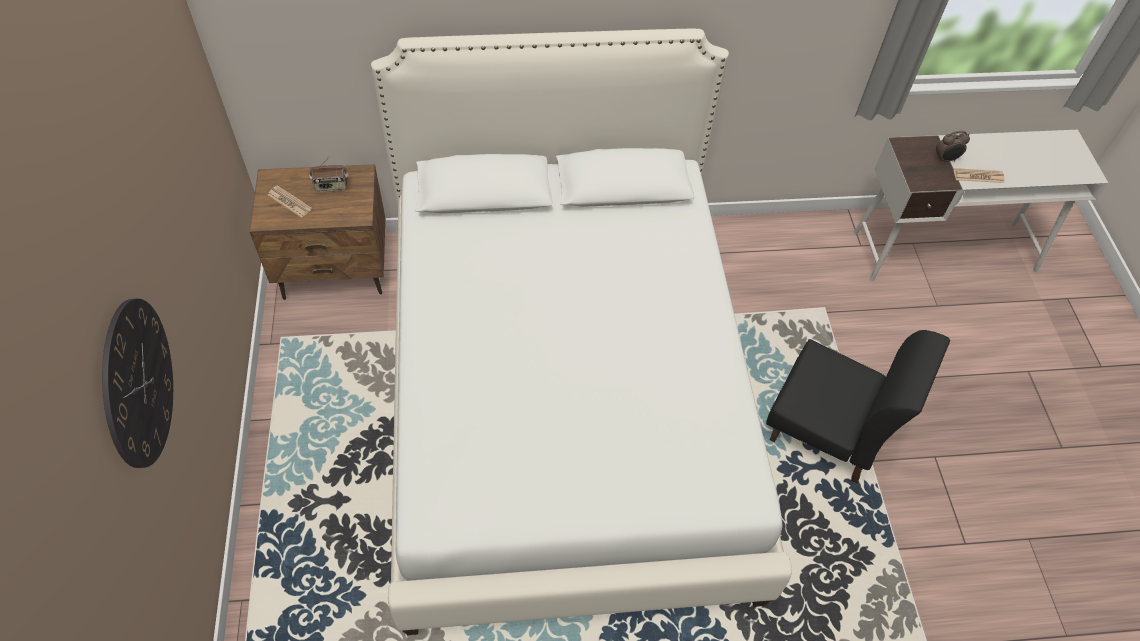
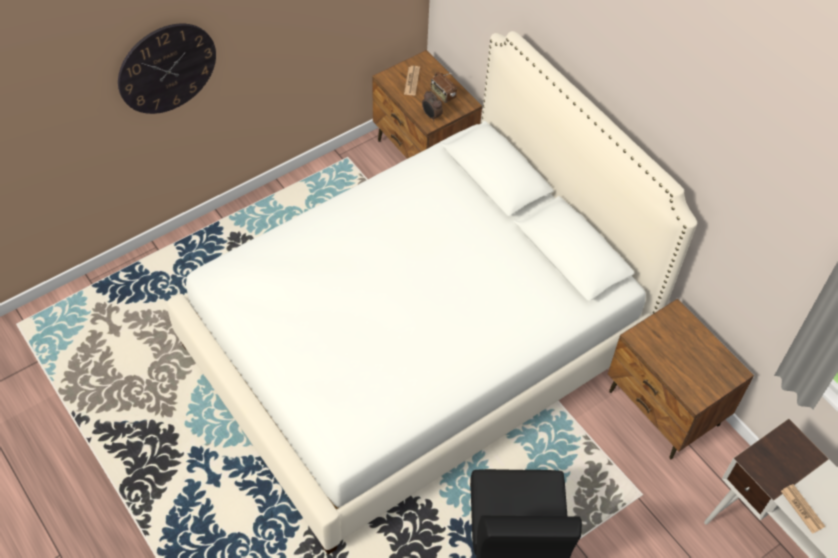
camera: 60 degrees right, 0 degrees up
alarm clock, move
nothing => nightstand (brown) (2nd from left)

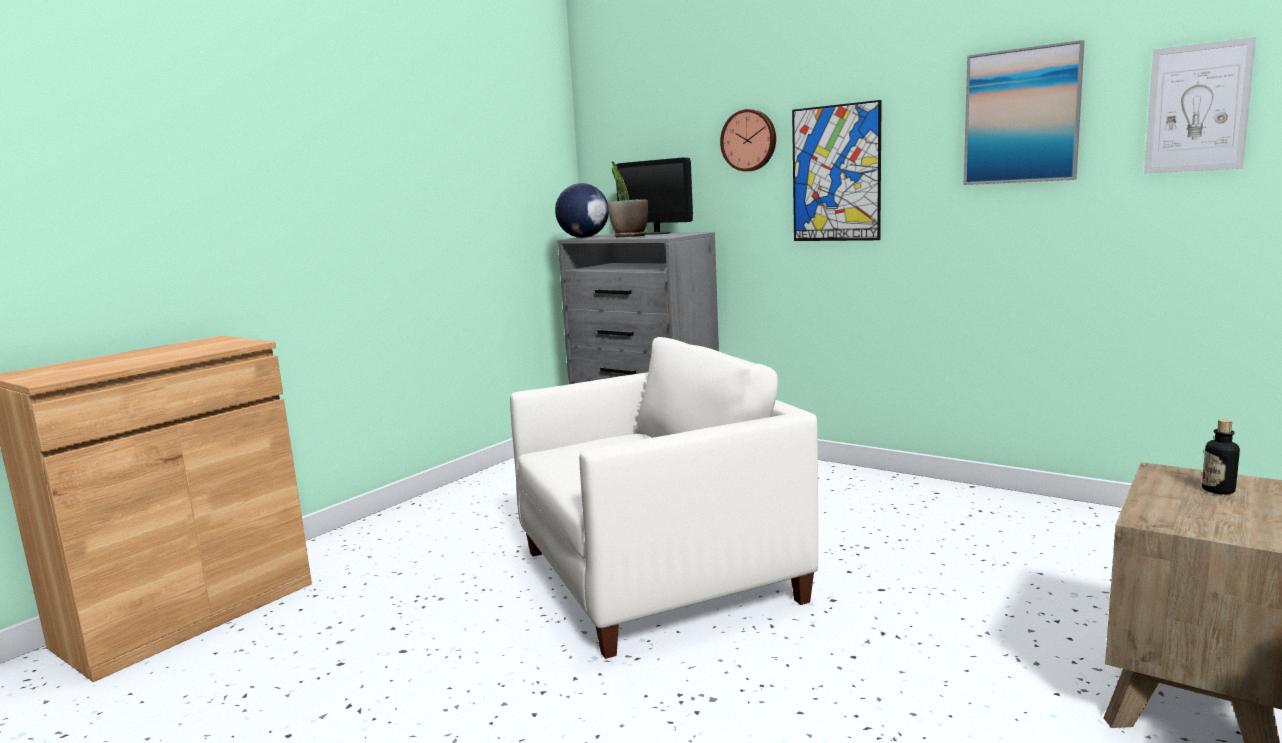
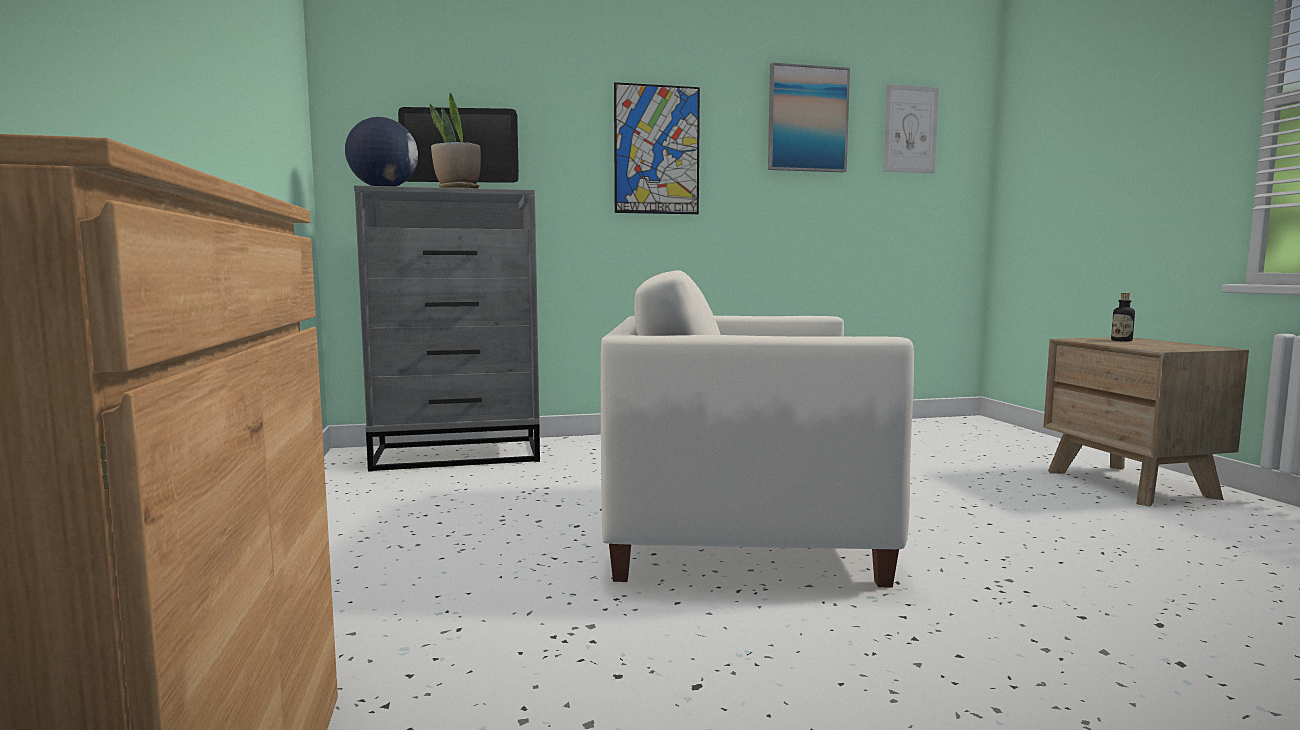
camera: 50 degrees left, 5 degrees down
wall clock => nothing
armchair (white), 105 degrees counterclockwise

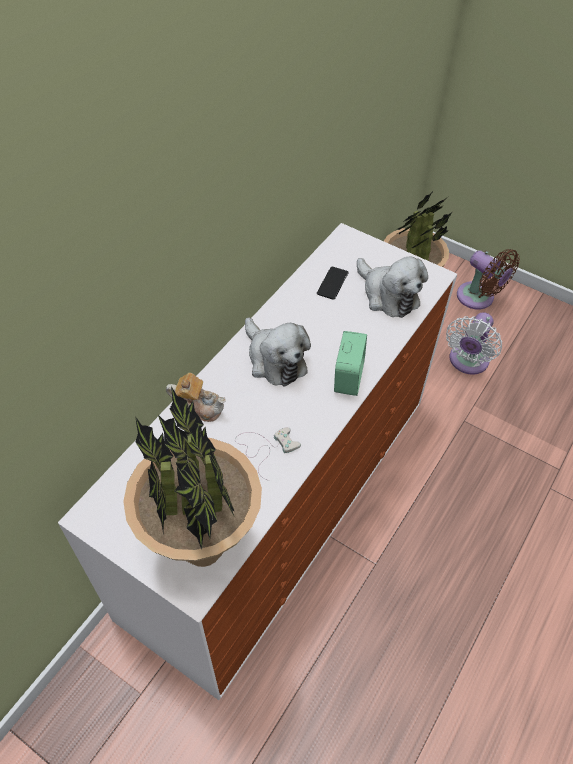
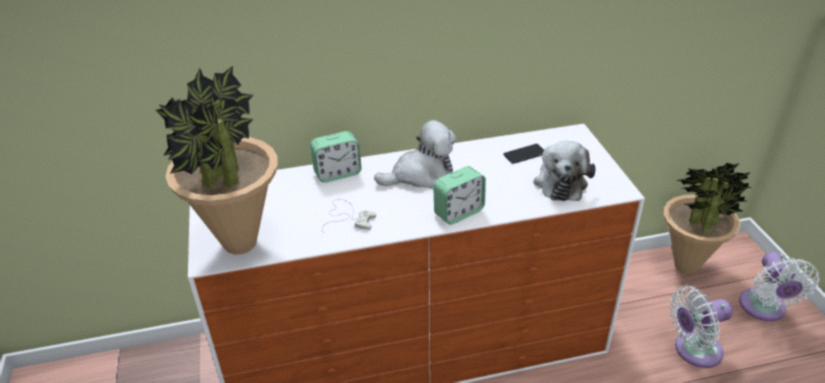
camera: 45 degrees right, 15 degrees down
fan (brown) => fan (white) (2nd from left)
plush toy (1st from left), 120 degrees counterclockwise
teapot => alarm clock (1st from left)

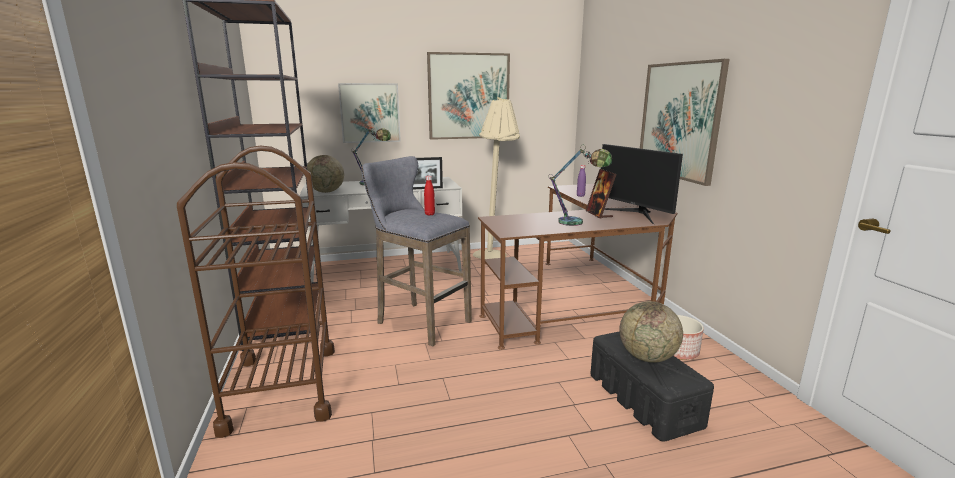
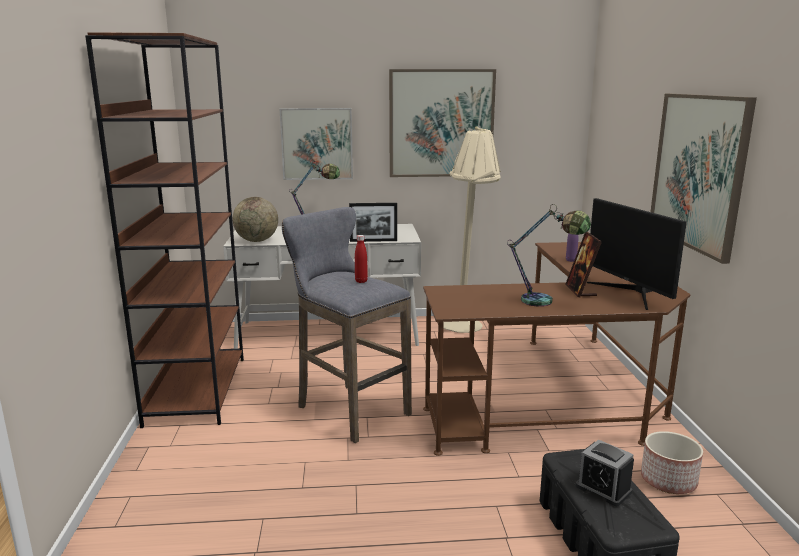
camera: 10 degrees right, 0 degrees up
cart (brown) => nothing
globe (2nd from left) => alarm clock

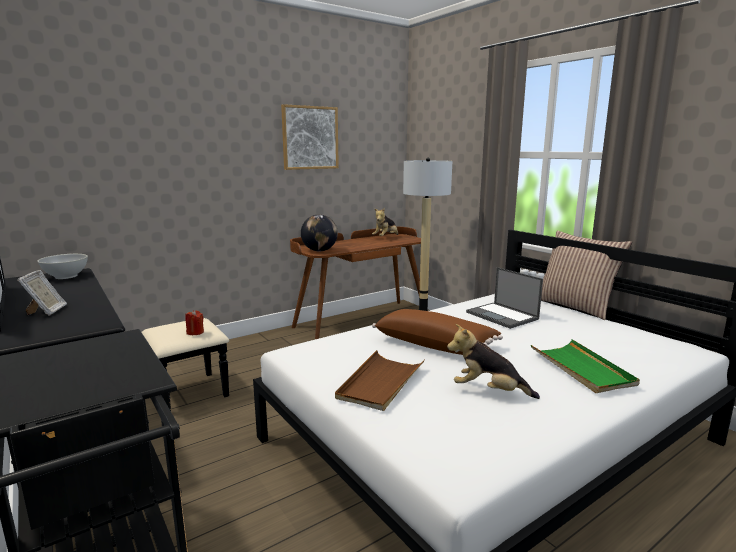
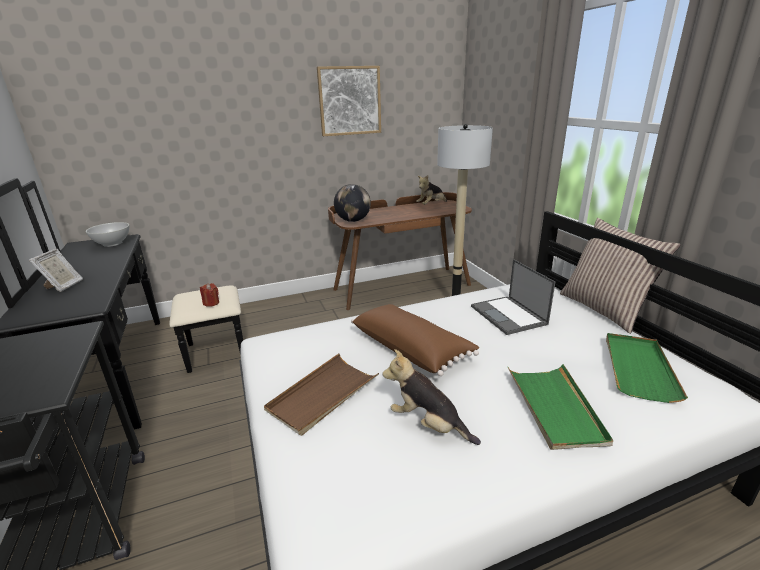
camera: 15 degrees right, 10 degrees up
nothing => tray (green) (2nd from left)

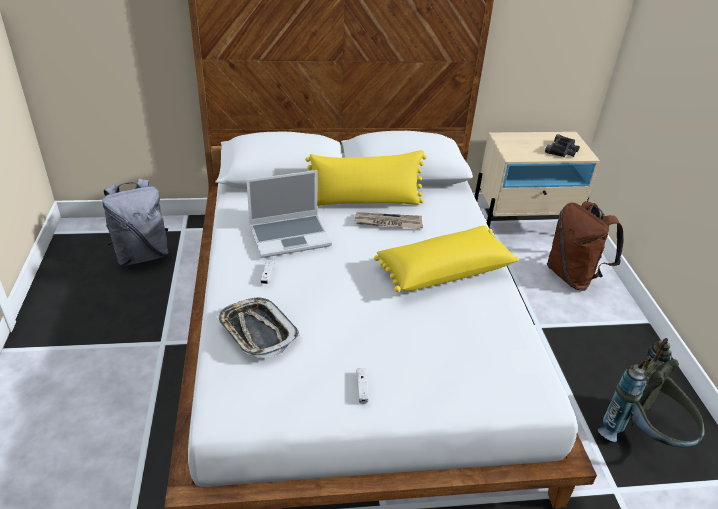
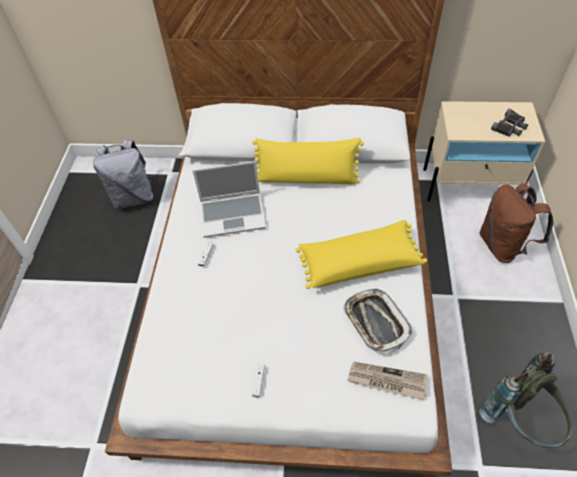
camera: 15 degrees right, 15 degrees up
newspaper, move
tray, move

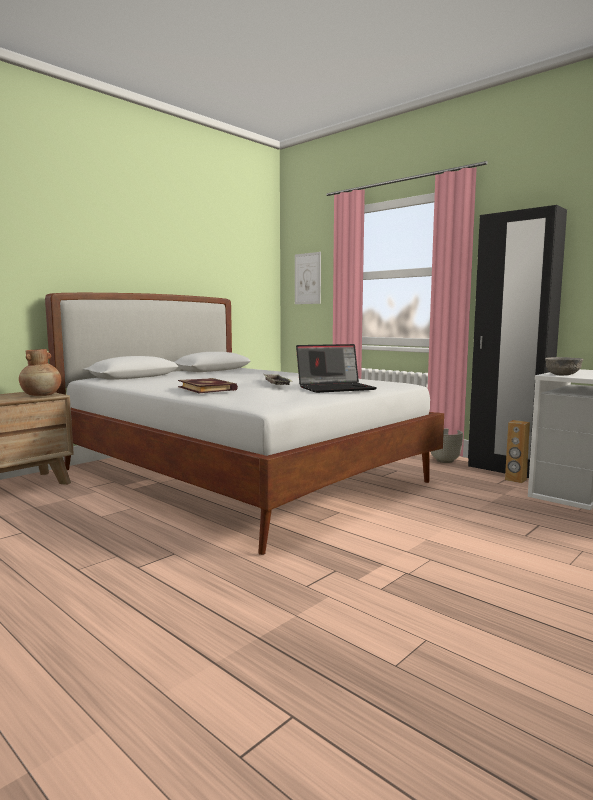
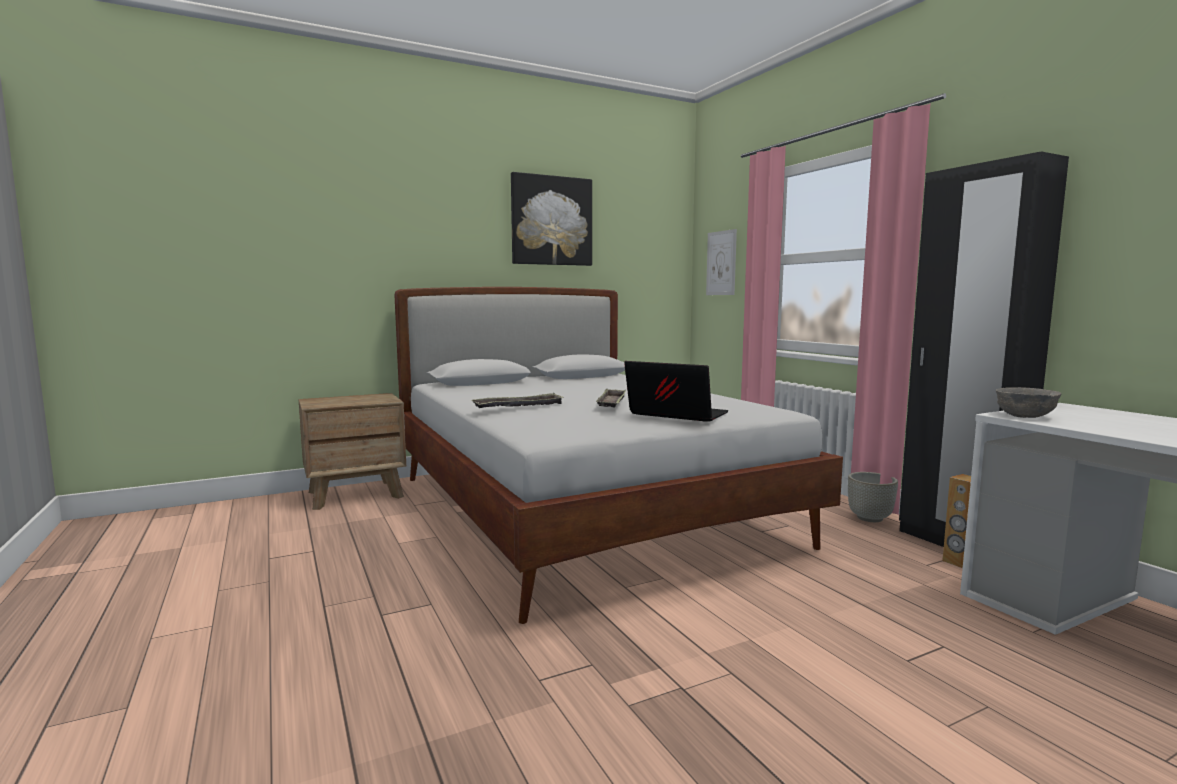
camera: 20 degrees right, 0 degrees up
laptop, 150 degrees counterclockwise
vase (brown) => nothing
book => tray (1st from left)
nothing => picture (1st from left)

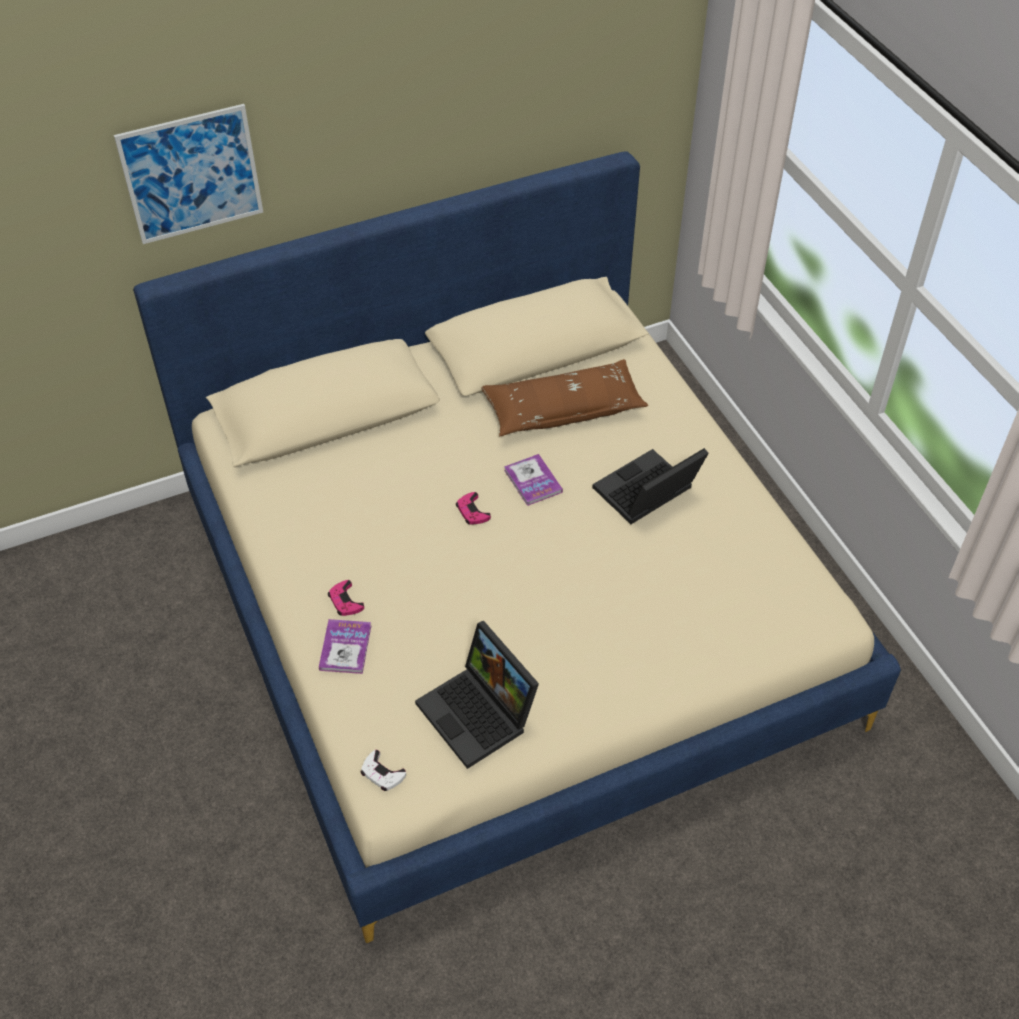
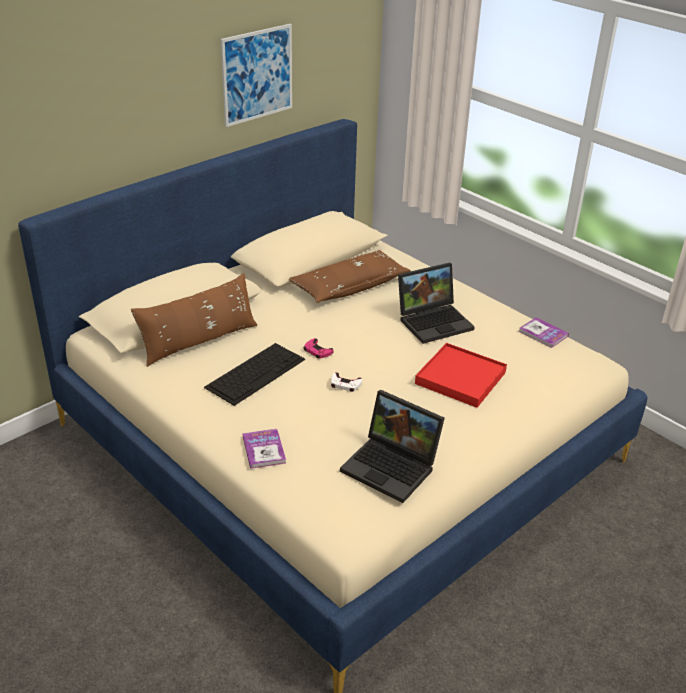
camera: 20 degrees left, 15 degrees down
picture, move
laptop (2nd from left), 150 degrees counterclockwise
book (2nd from left), move
game controller (pink) (1st from left) => nothing
game controller (white), move
nothing => pillow (brown) (1st from left)
nothing => keyboard
nothing => tray (red)

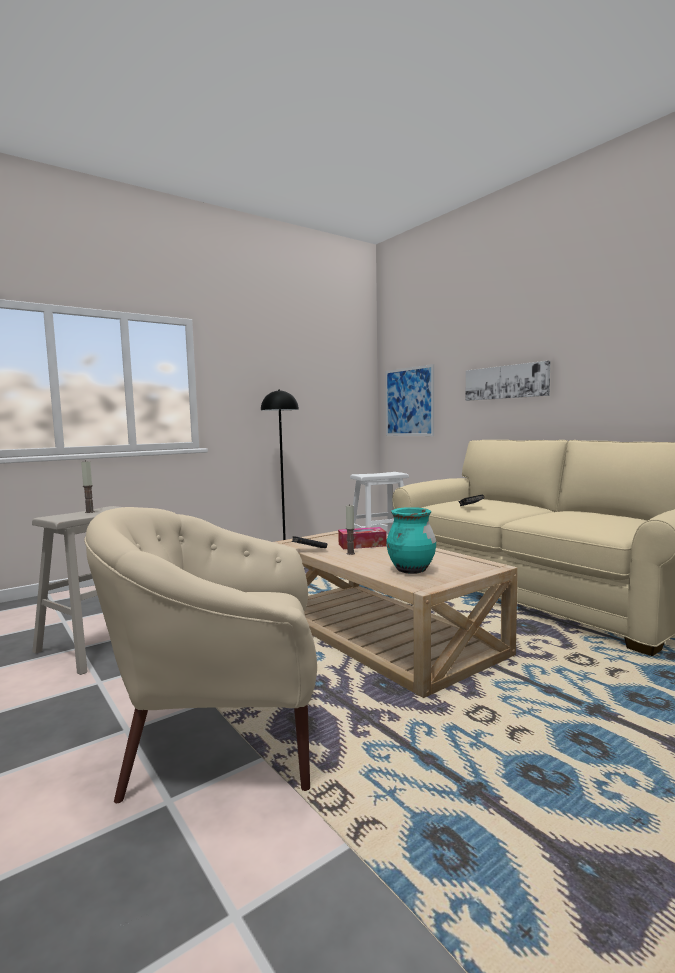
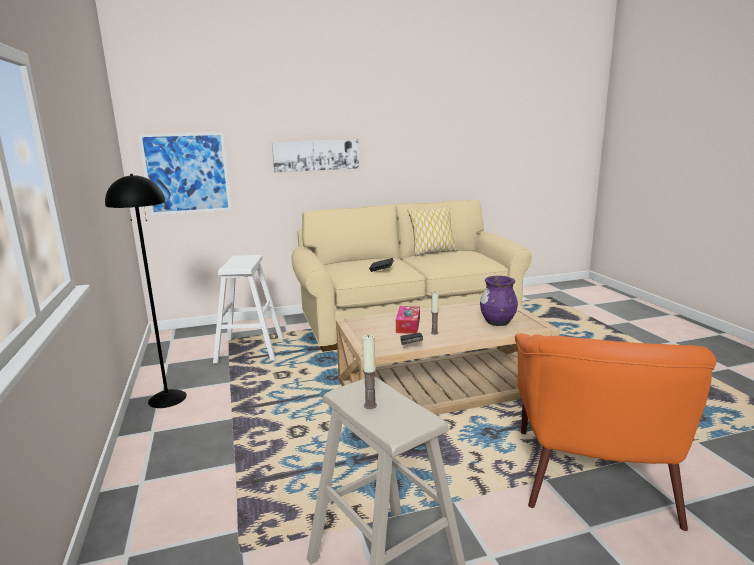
camera: 70 degrees left, 10 degrees up
armchair (beige) => armchair (orange)
vase (turquoise) => vase (purple)
nothing => pillow

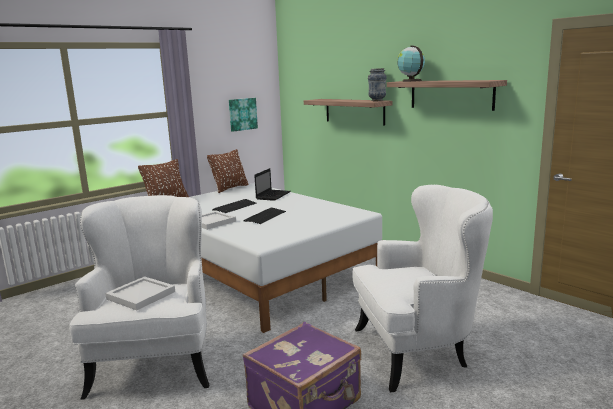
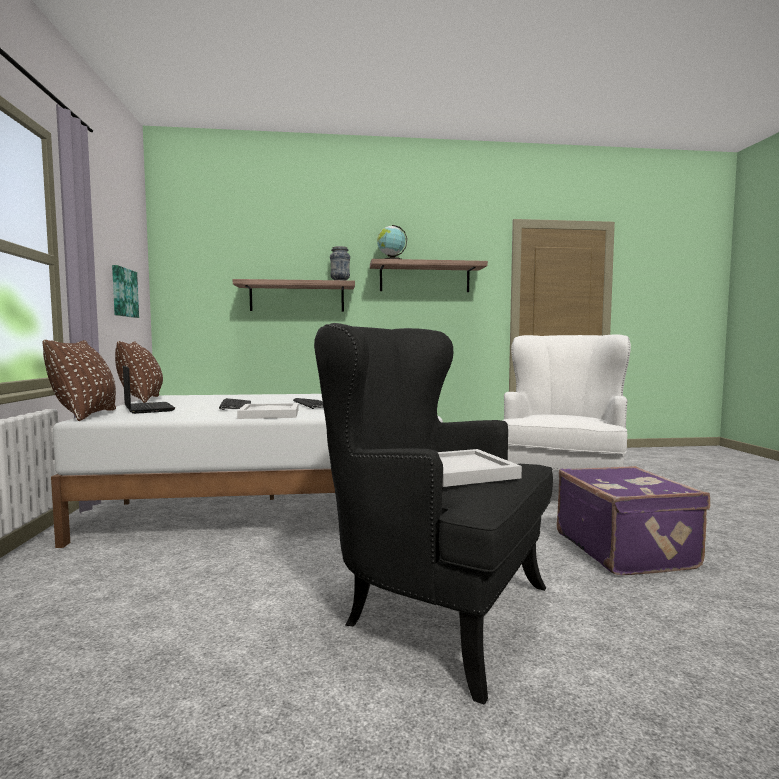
camera: 55 degrees left, 10 degrees down
laptop, move
armchair (white) (1st from left) => armchair (black)

